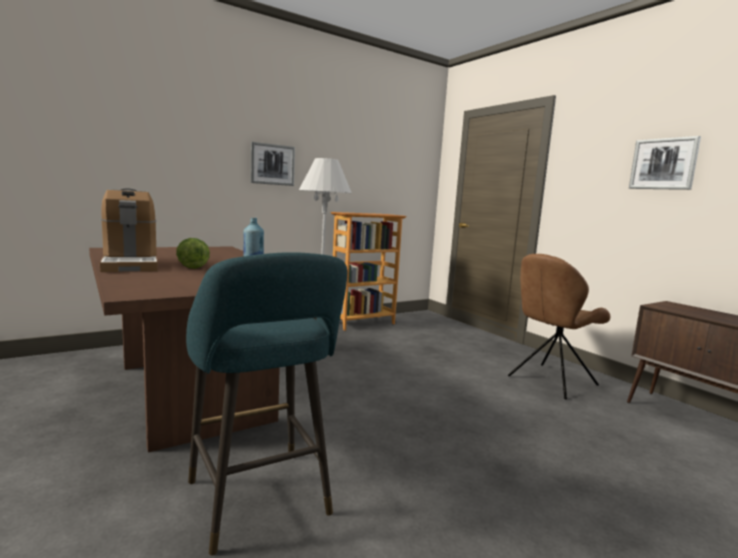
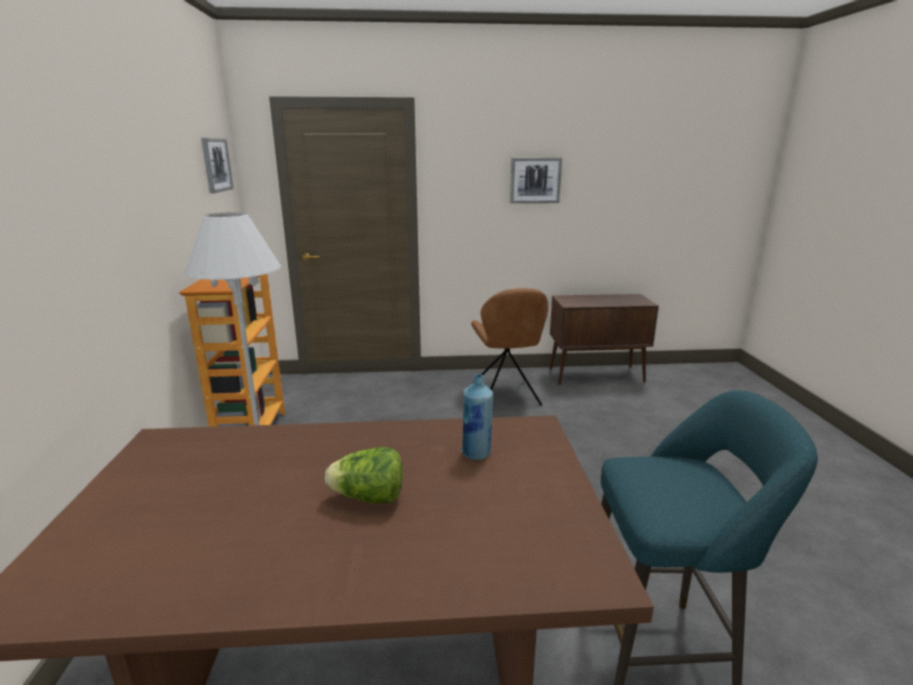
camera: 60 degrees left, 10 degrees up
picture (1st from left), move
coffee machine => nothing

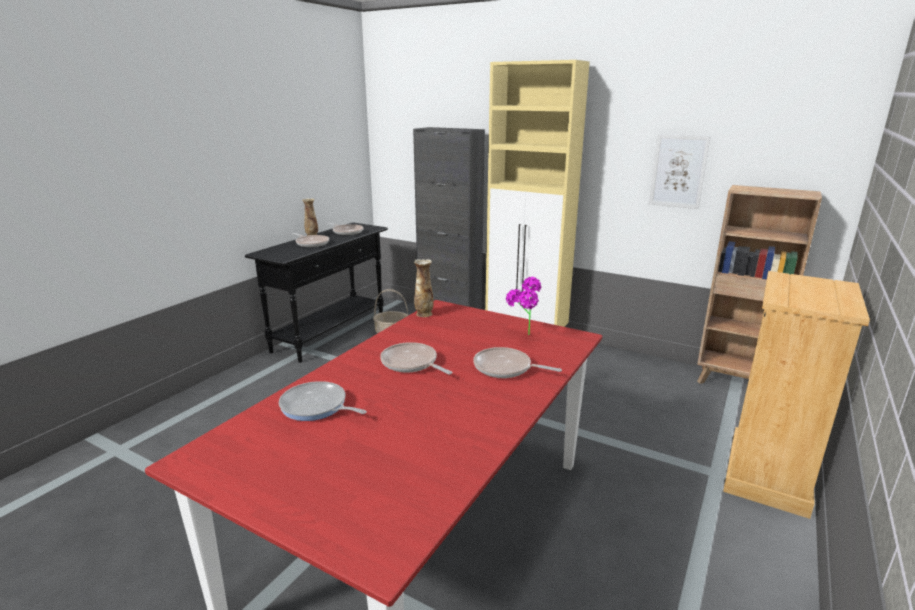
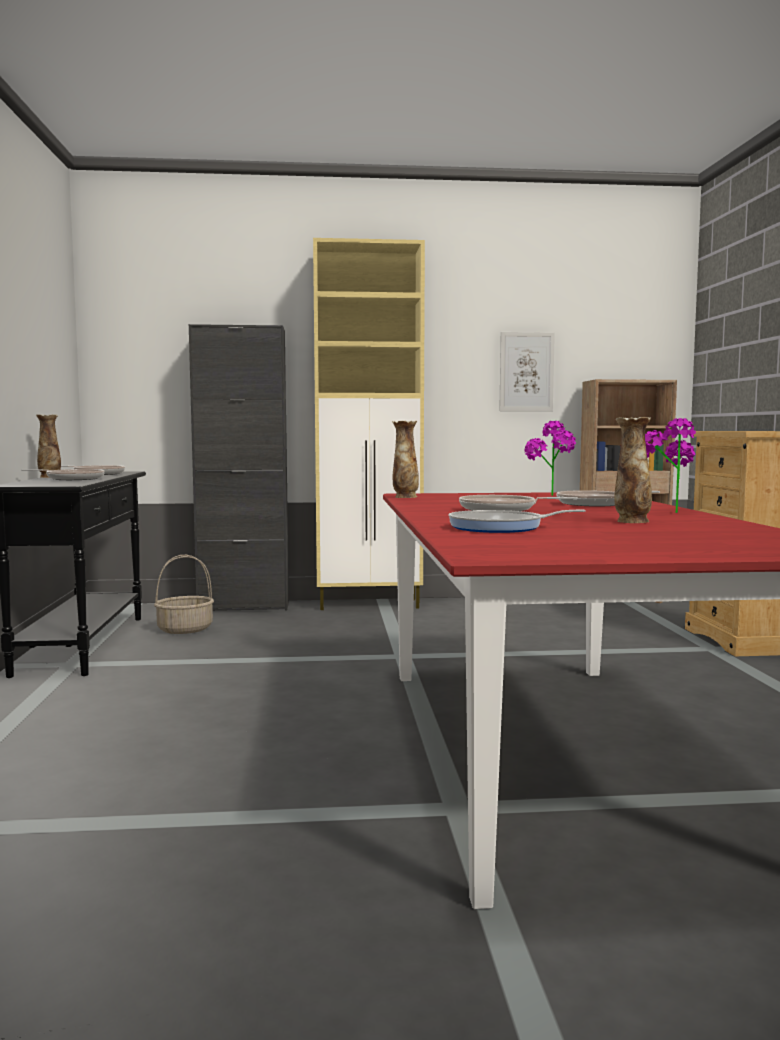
camera: 35 degrees left, 15 degrees down
nothing => vase (3rd from left)
nothing => potted plant (2nd from left)

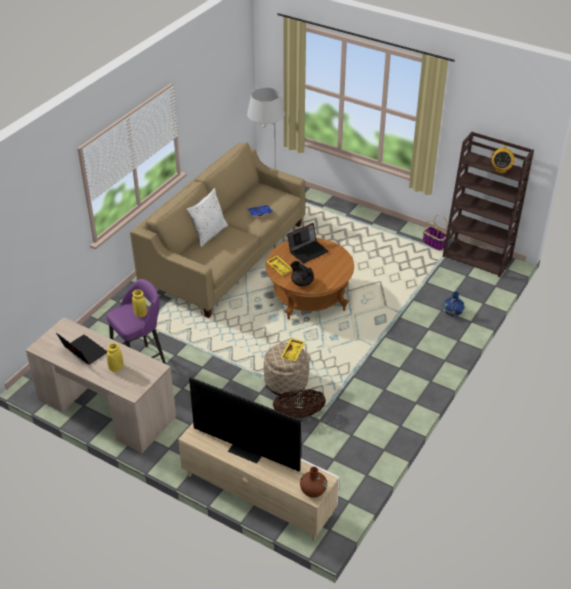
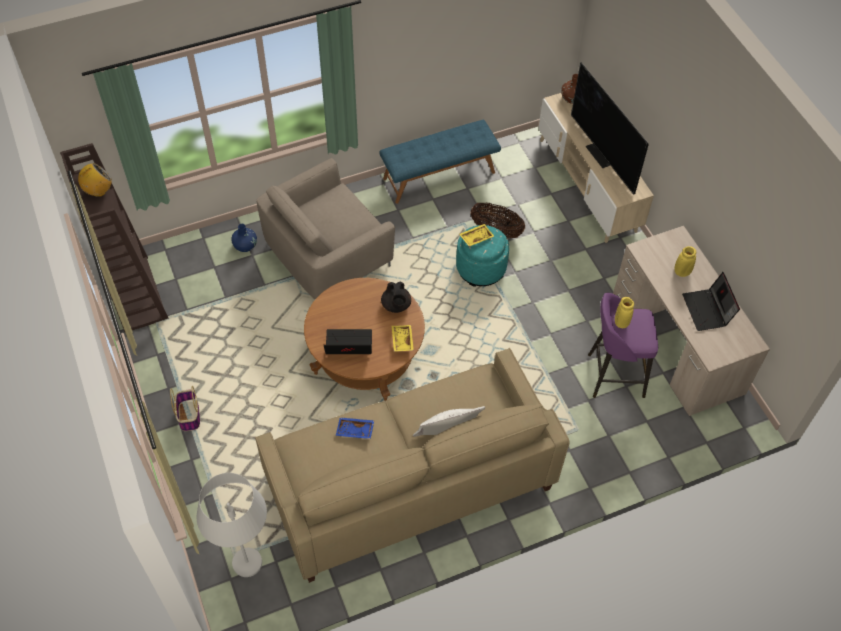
camera: 145 degrees left, 15 degrees up
basket (2nd from left in the first image) => basket (1st from left), move
ottoman (beige) => ottoman (turquoise)
nothing => bench (blue)
nothing => armchair (beige)

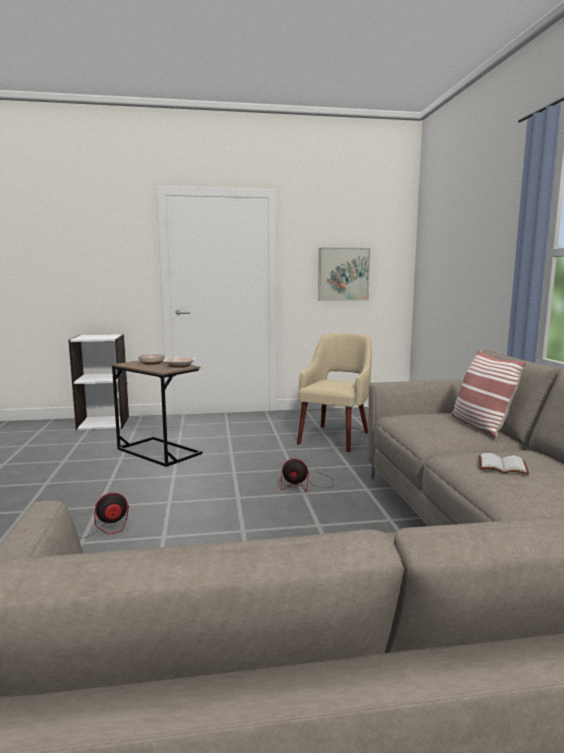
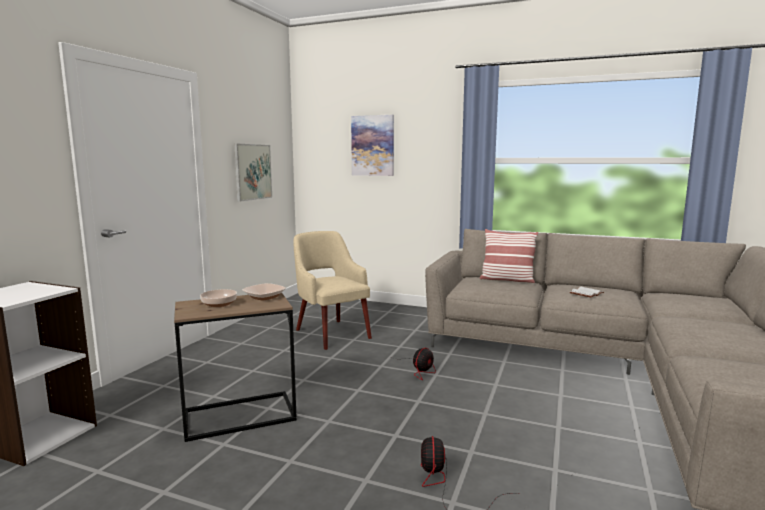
camera: 60 degrees left, 0 degrees up
nothing => picture (2nd from left)

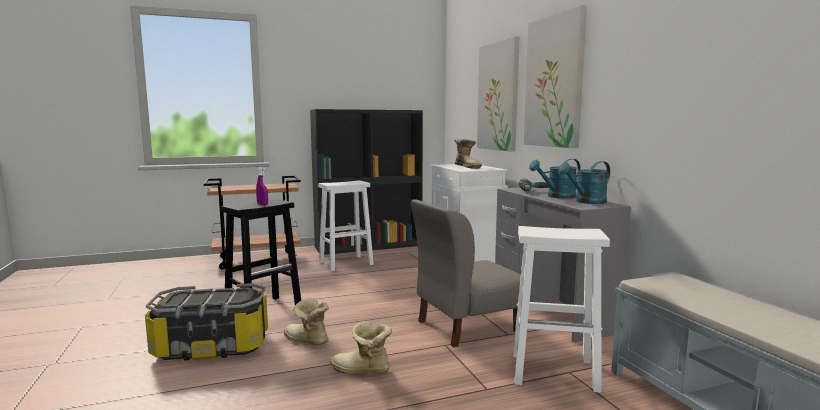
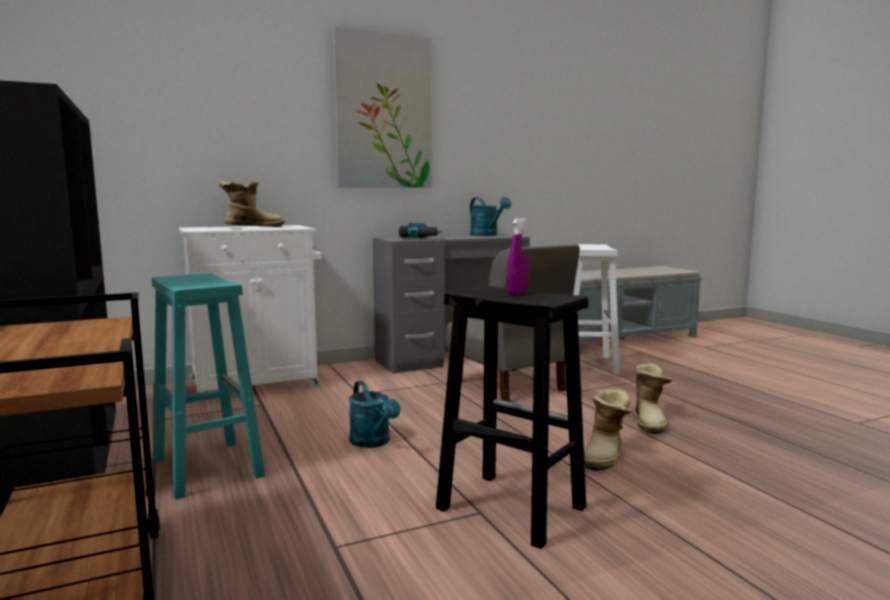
camera: 95 degrees left, 0 degrees up
picture (1st from left) => nothing
watering can (turquoise) (1st from left), move
stool (white) (1st from left) => stool (turquoise)
storage box => nothing

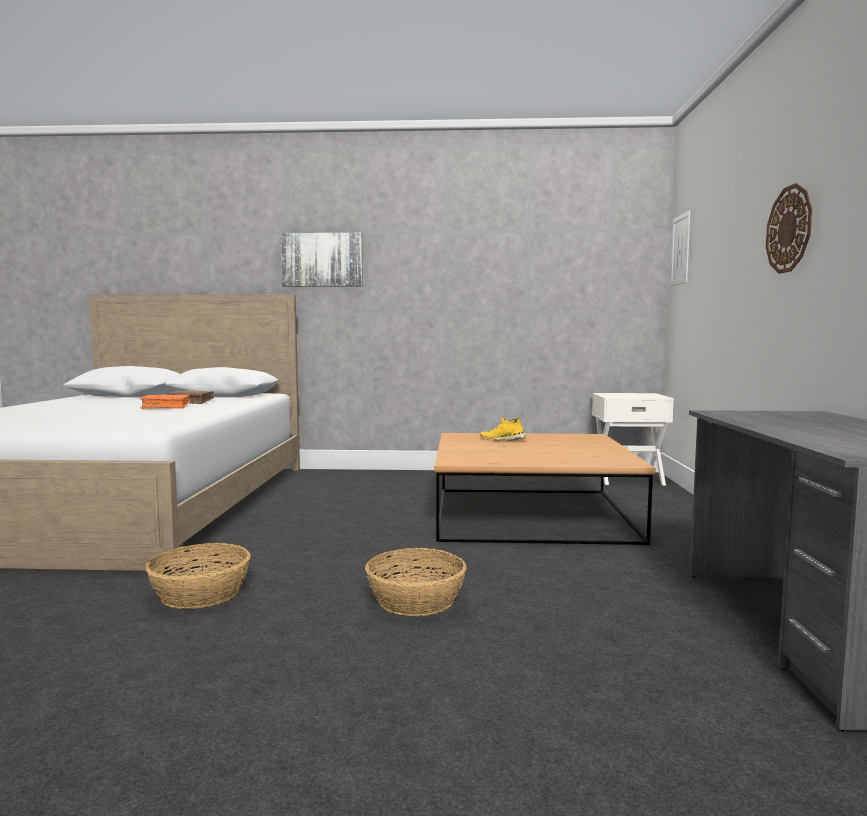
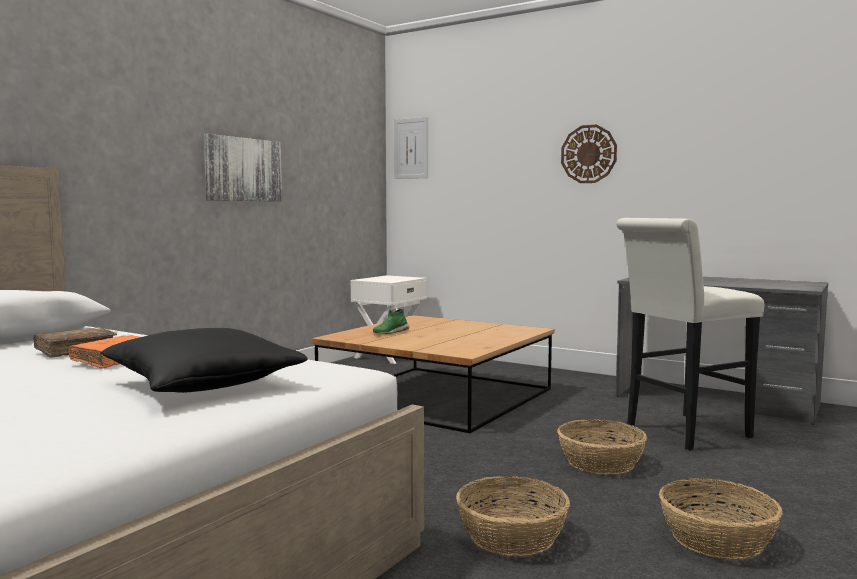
camera: 60 degrees left, 0 degrees up
picture (1st from left), move
shoe (yellow) => shoe (green)
nothing => stool (white)
nothing => pillow (black)
nothing => basket (3rd from left)

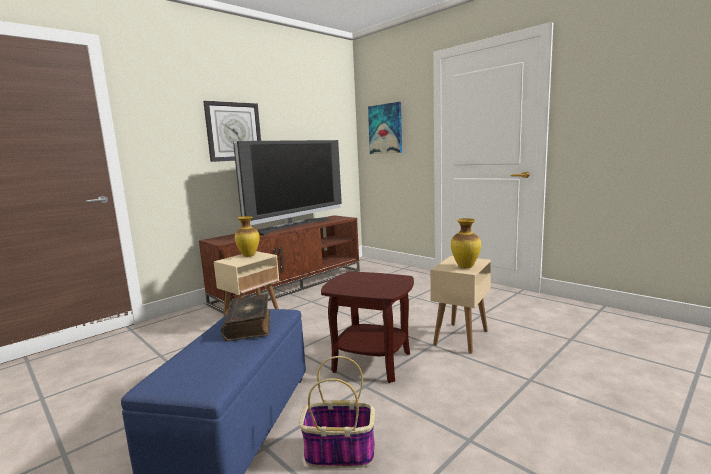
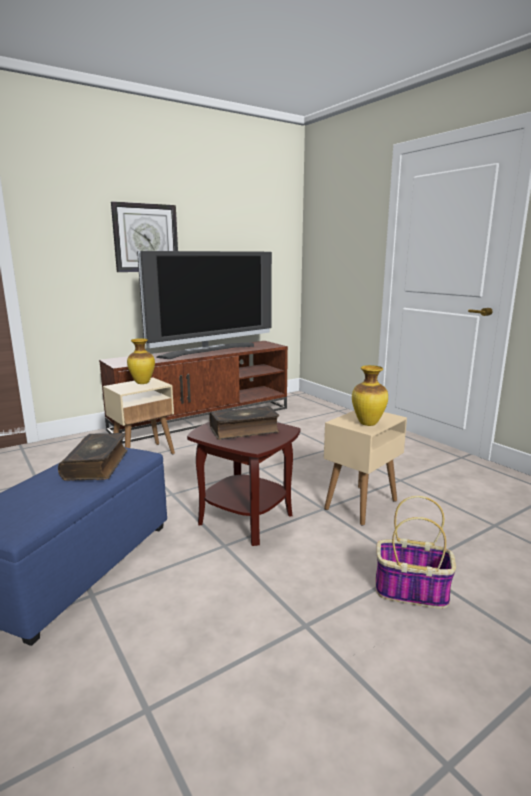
camera: 10 degrees right, 5 degrees up
picture => nothing
basket, move
nothing => book (2nd from left)

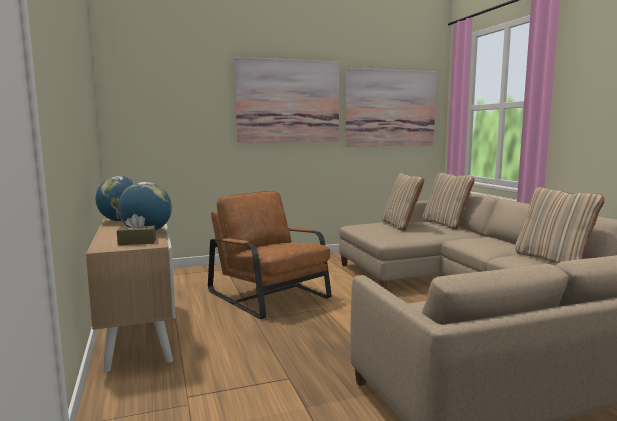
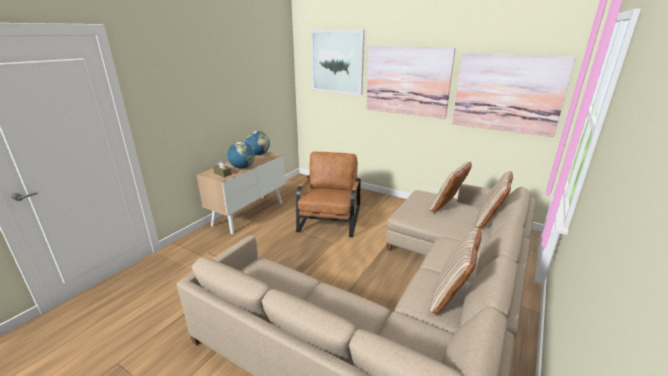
camera: 50 degrees right, 15 degrees up
nothing => picture (1st from left)

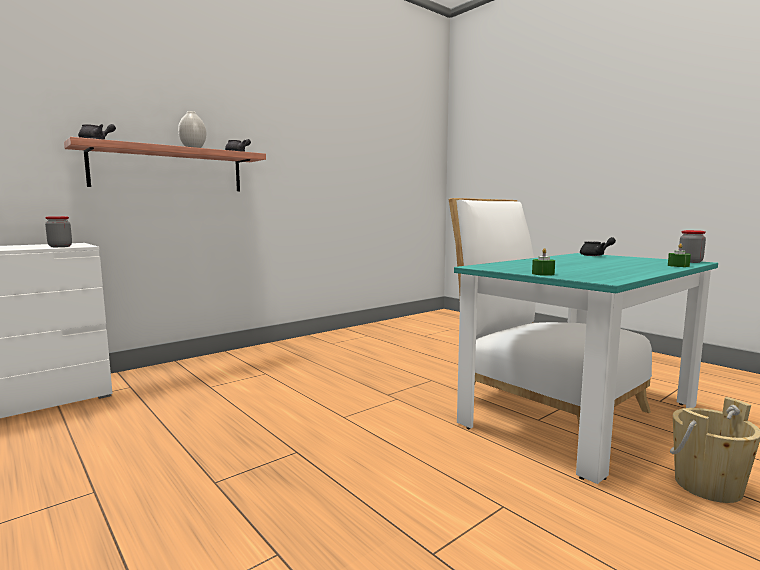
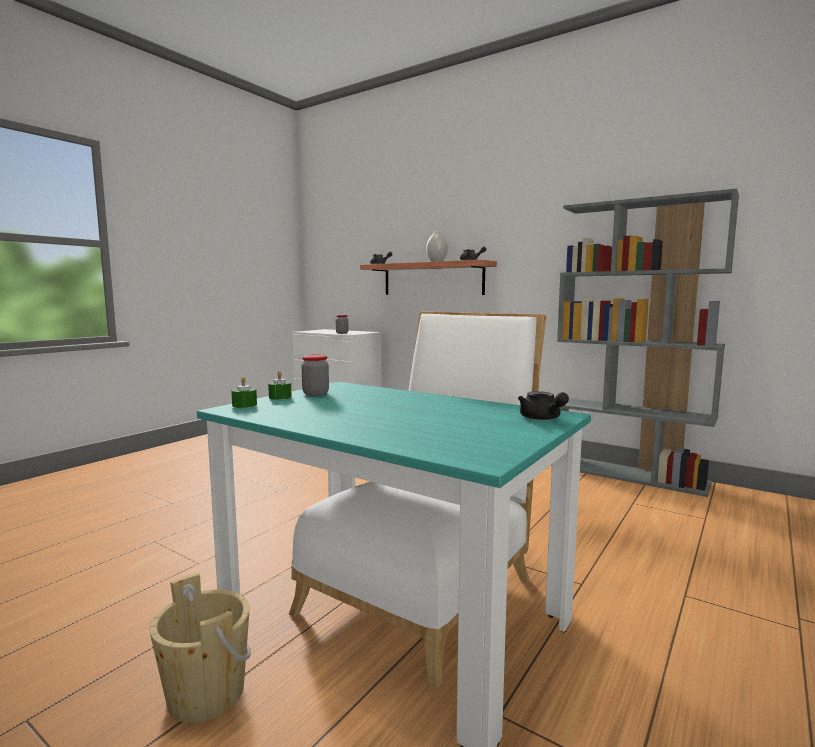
camera: 75 degrees right, 0 degrees up
jar (2nd from left in the first image) => jar (1st from left), move
candle (green) (2nd from left in the first image) => candle (green) (1st from left), move
nothing => bookcase (grey)

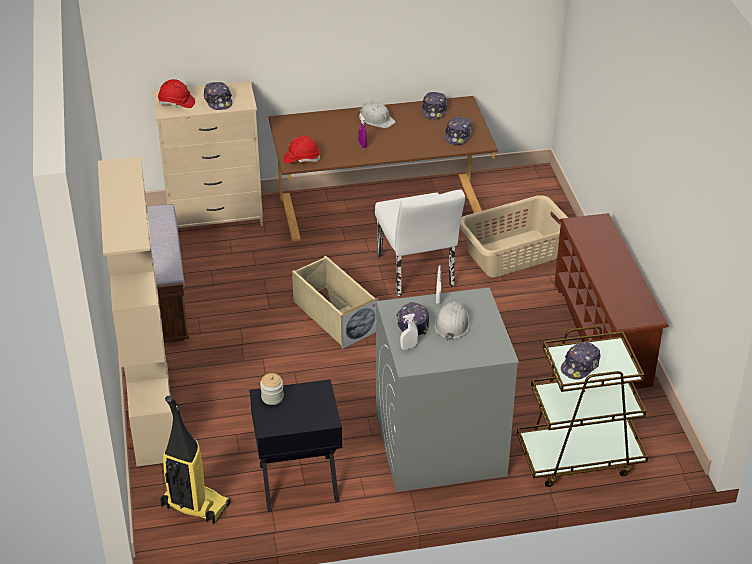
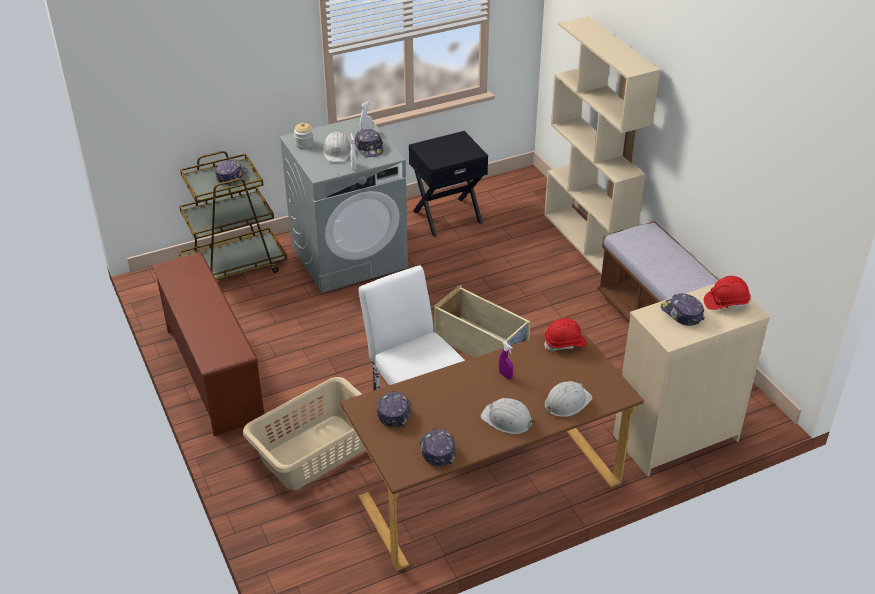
camera: 165 degrees right, 0 degrees up
jar, move
vacuum cleaner => nothing
nothing => hard hat (white) (3rd from left)

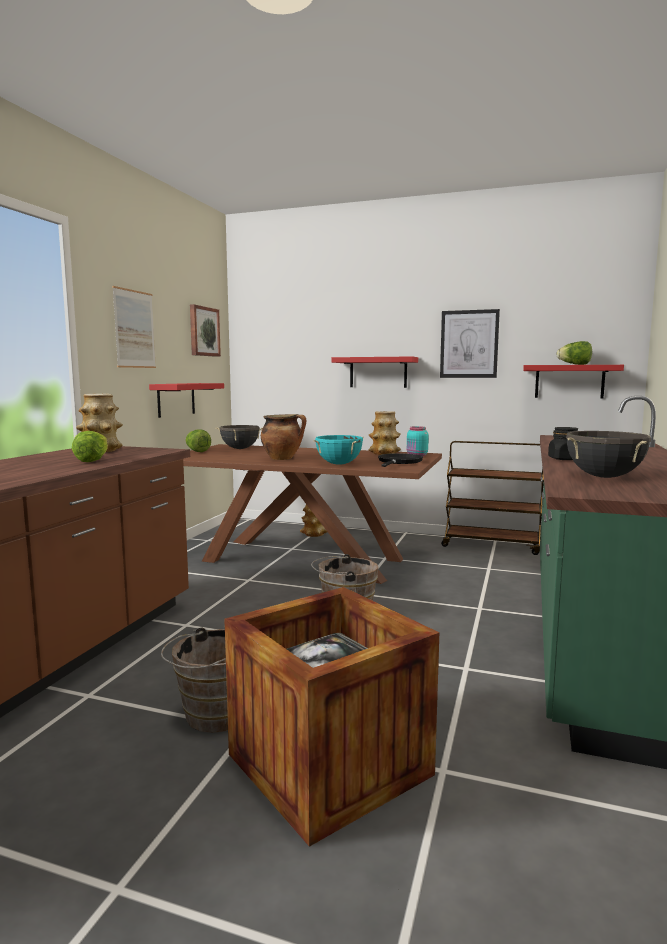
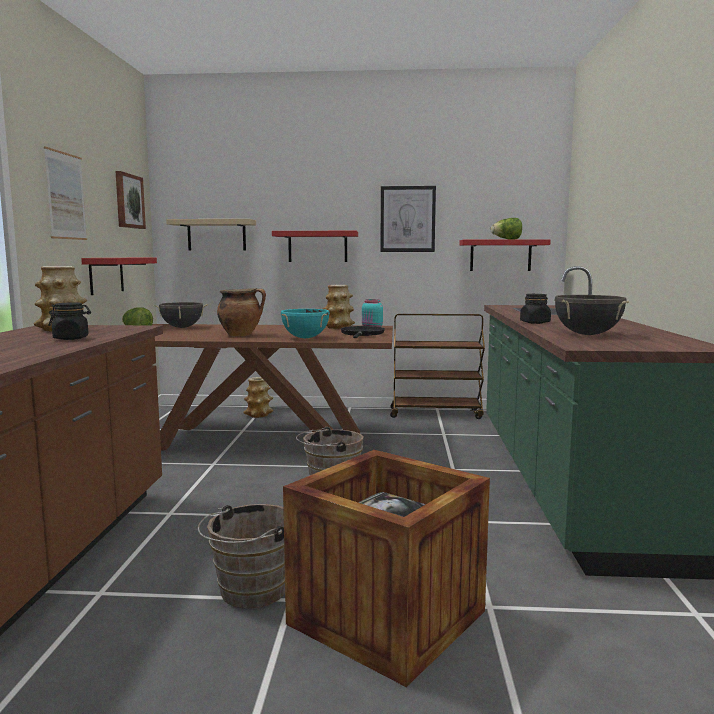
camera: 15 degrees left, 0 degrees up
lettuce (1st from left) => jar (black) (1st from left)
nothing => shelf (beige)

